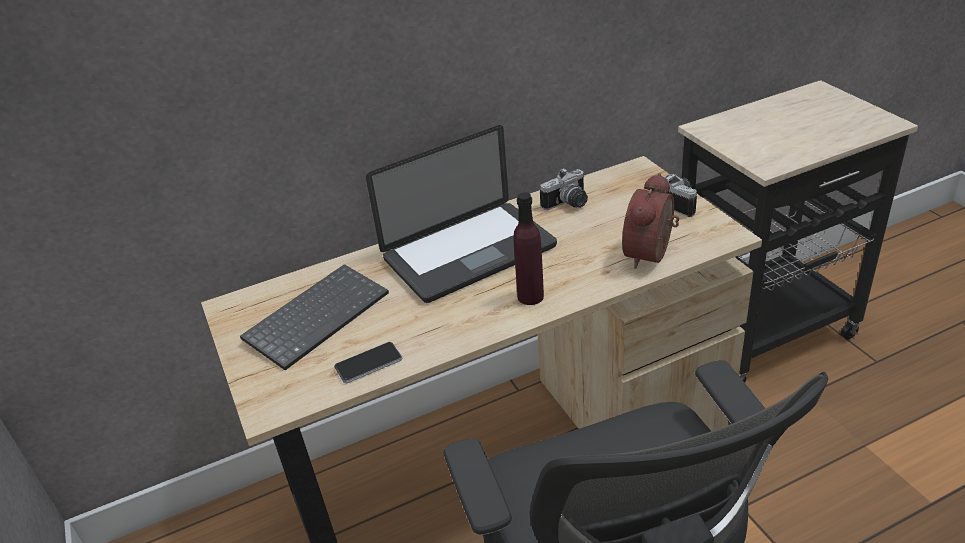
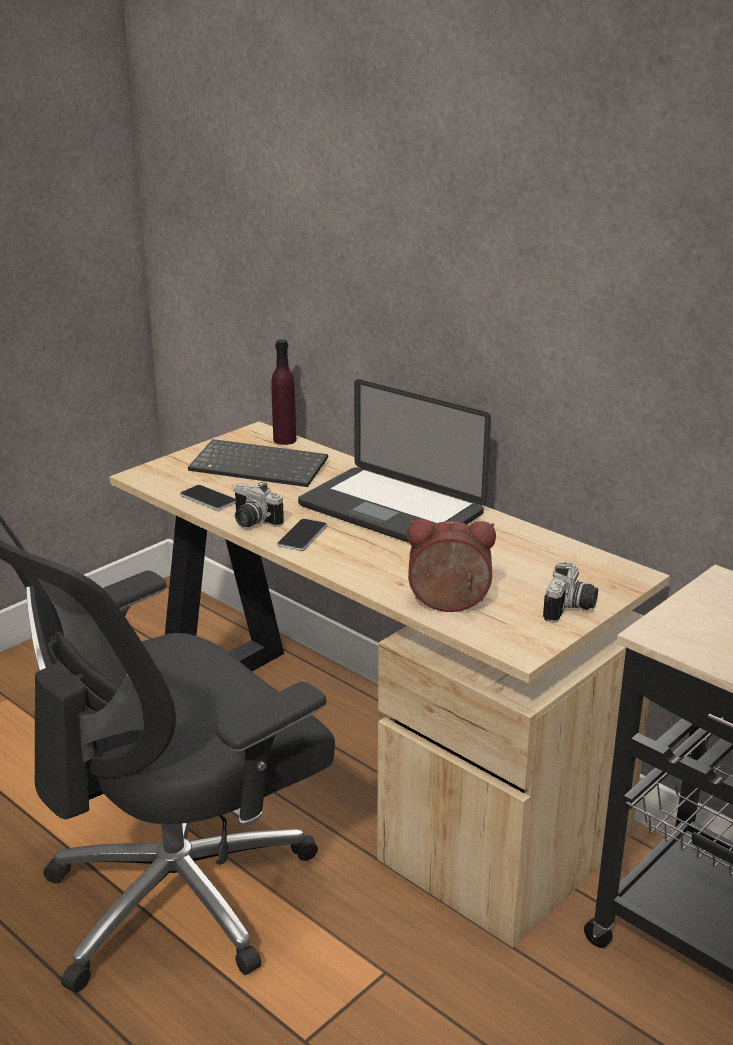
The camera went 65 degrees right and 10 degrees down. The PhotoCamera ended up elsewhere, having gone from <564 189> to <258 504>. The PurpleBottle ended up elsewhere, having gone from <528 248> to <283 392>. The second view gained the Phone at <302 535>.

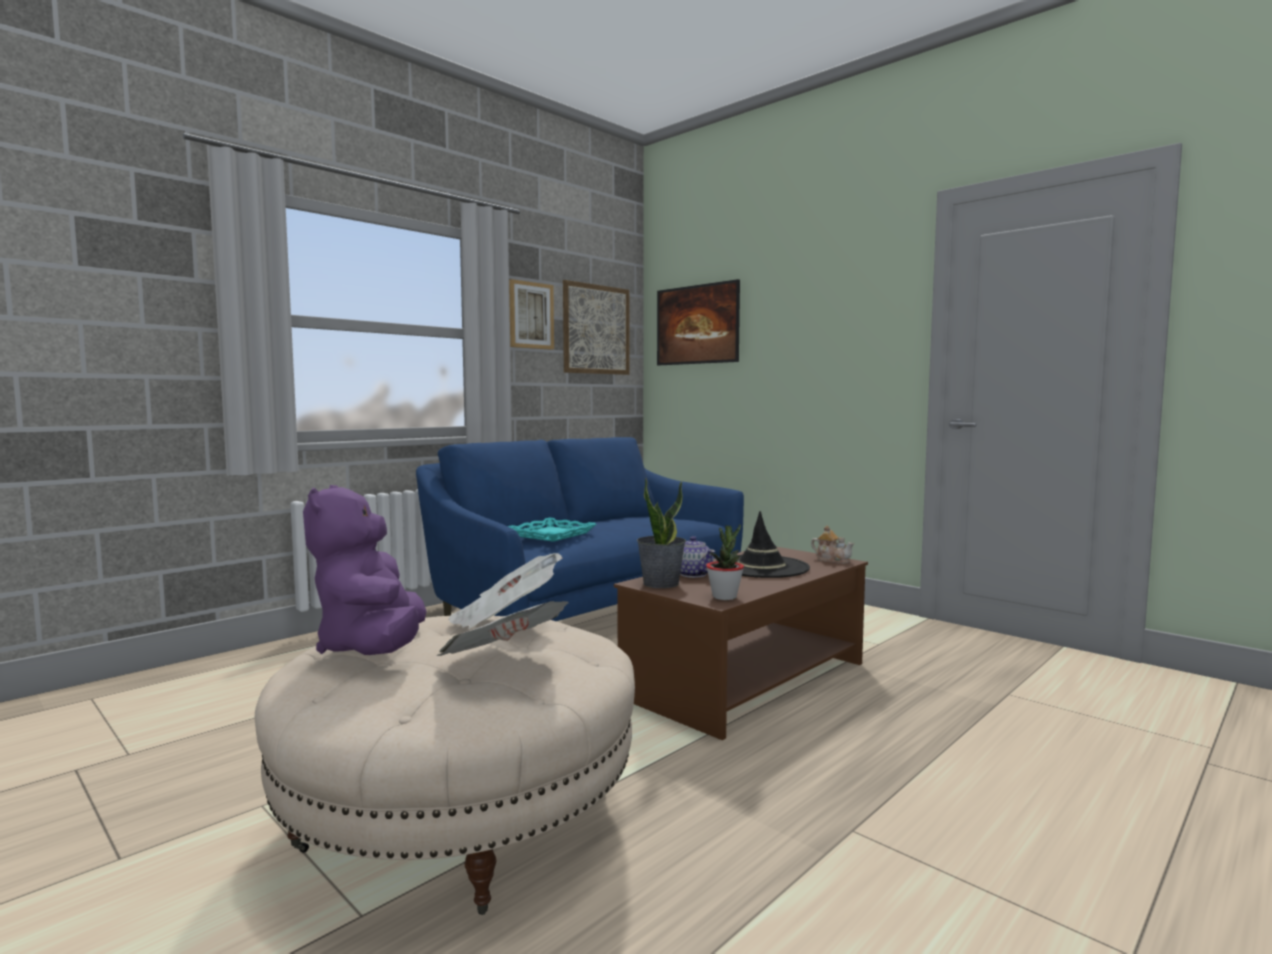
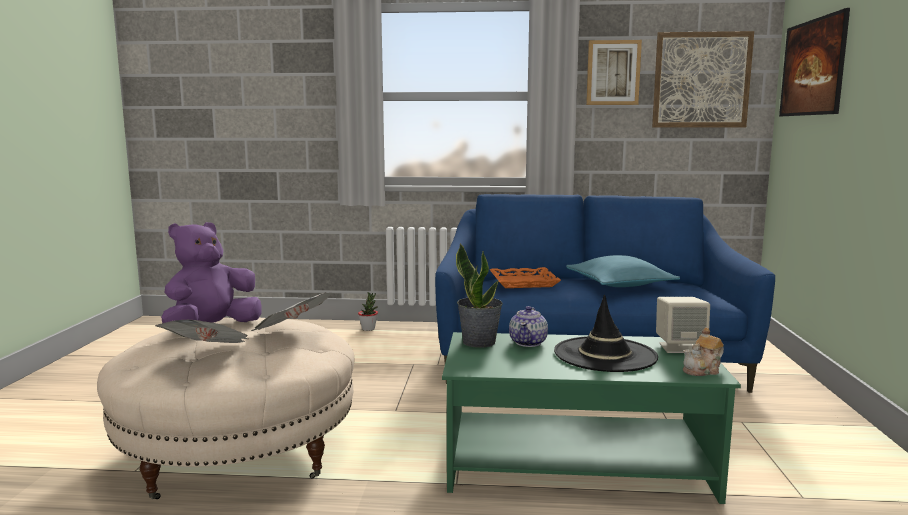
The camera went 50 degrees right and 5 degrees up. What was the TurquoiseTray at <552 530> turned into the OrangeTray at <525 277>. The PottedPlant ended up elsewhere, having gone from <725 562> to <368 311>. The Teapot at <832 544> ended up facing another way, 60 degrees clockwise from before. What was the BrownCoffeeTable at <741 643> turned into the GreenCoffeeTable at <591 418>. The second view gained the TurquoisePillow at <623 271>. The second view gained the BeigeSpeaker at <683 325>.

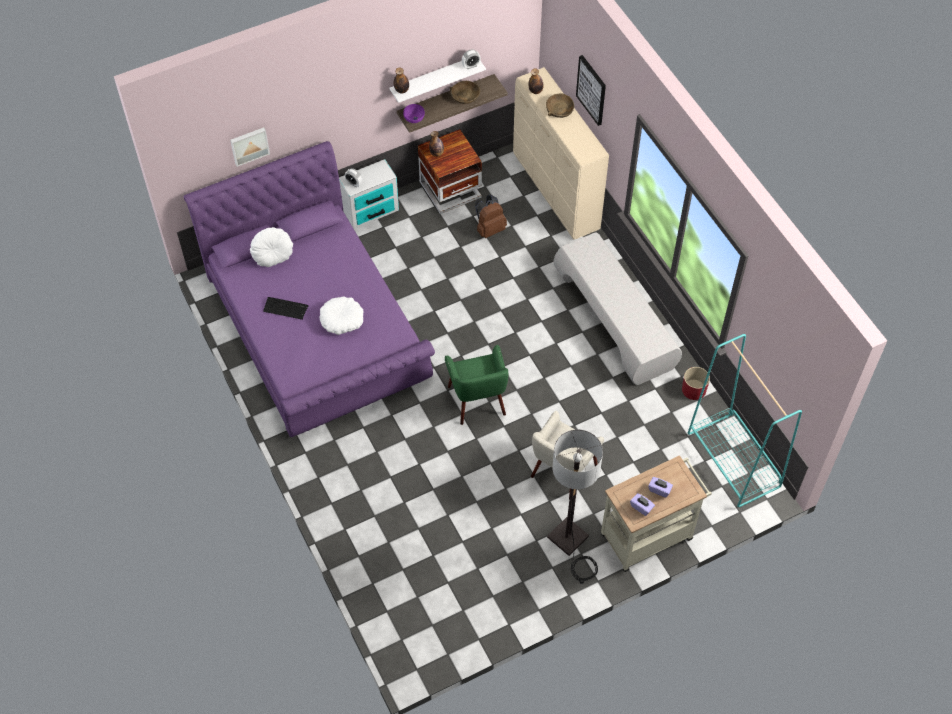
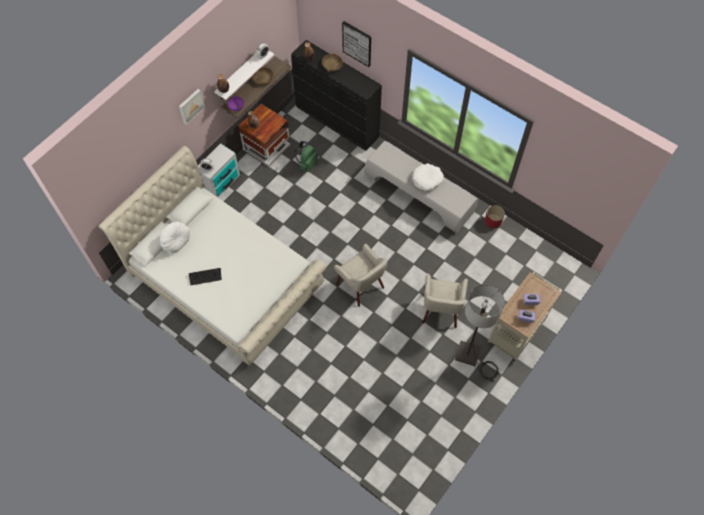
The camera went 25 degrees left and 5 degrees up. What was the BeigeDresser at <561 153> turned into the BlackDresser at <336 95>. The Picture ended up elsewhere, having gone from <250 147> to <192 107>. What was the PurpleBed at <309 289> turned into the BeigeBed at <212 255>. What was the BrownBackpack at <491 216> turned into the GreenBackpack at <306 156>. The WhitePillow ended up elsewhere, having gone from <342 316> to <428 177>. The second view lost the TurquoiseClothesRack at <745 420>. What was the GreenArmchair at <476 385> turned into the BeigeArmchair at <360 275>.

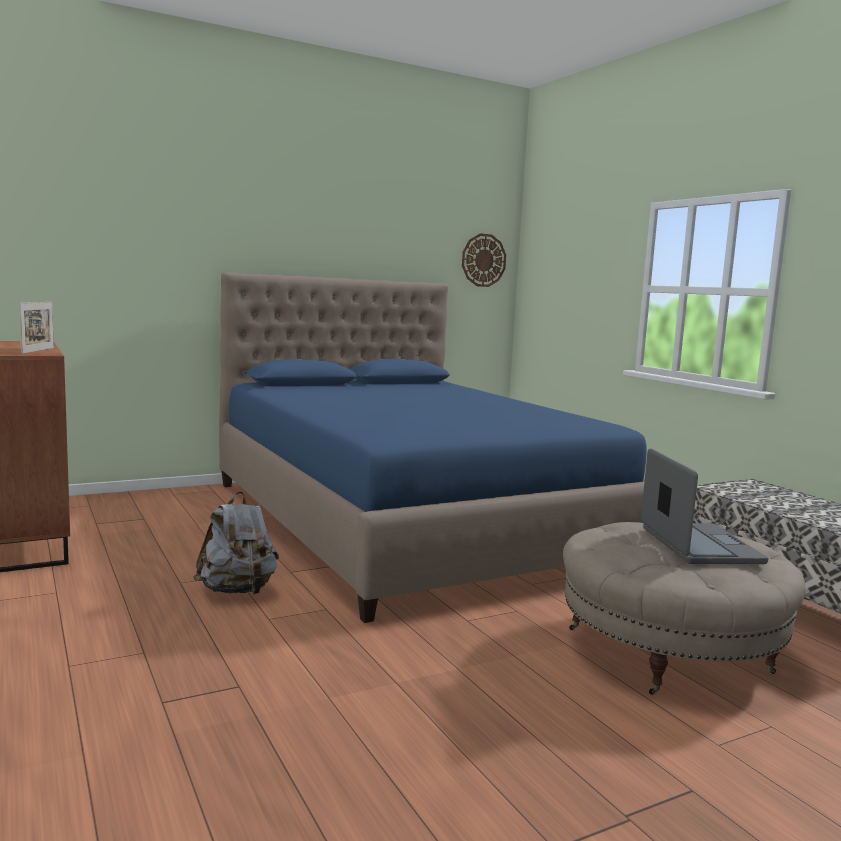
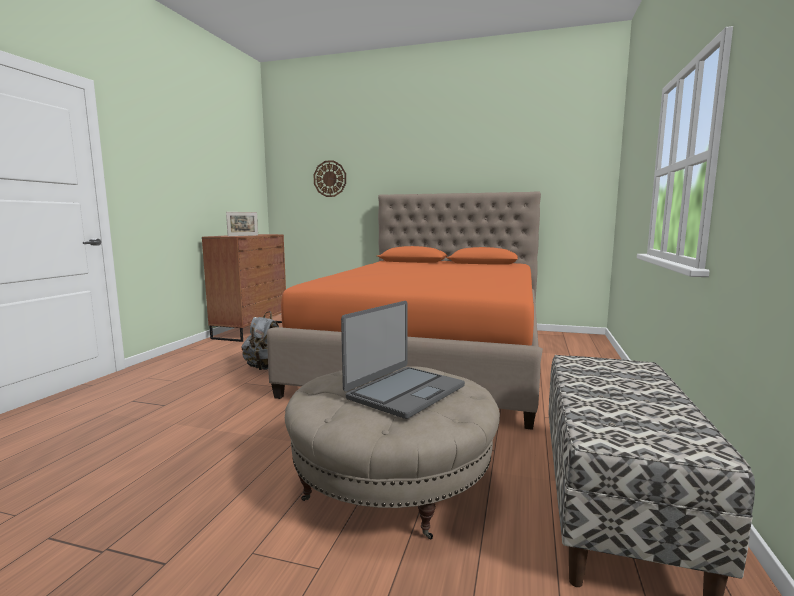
The camera went 45 degrees right and 0 degrees up. The WallClock ended up elsewhere, having gone from <484 260> to <330 178>. What was the BlueBed at <433 447> turned into the OrangeBed at <405 310>.

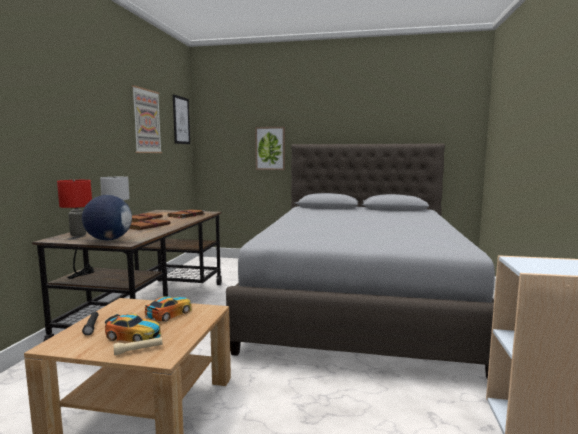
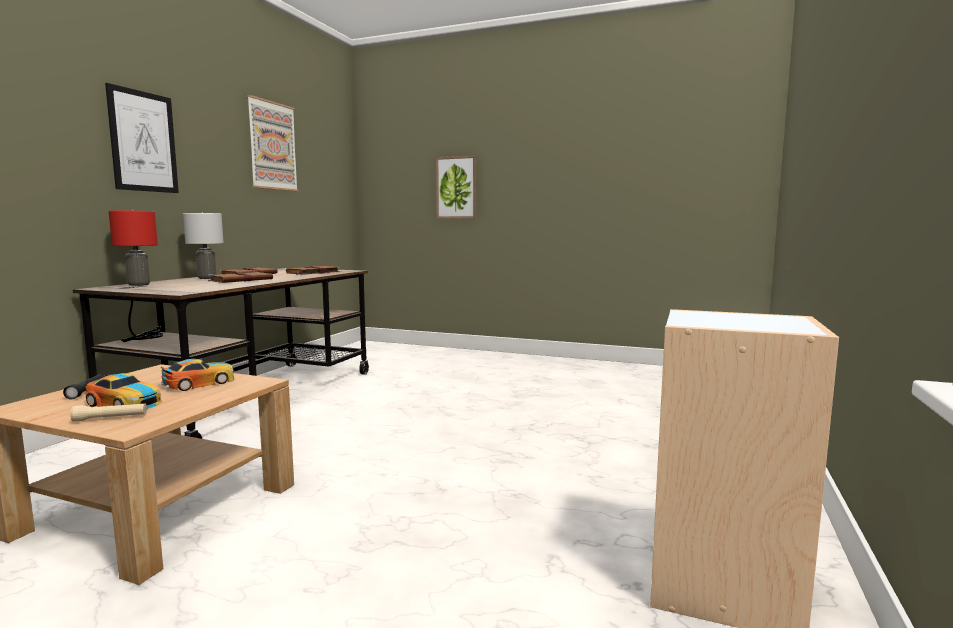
The camera went 10 degrees right and 0 degrees up. The Picture ended up elsewhere, having gone from <181 119> to <142 138>. The second view lost the GreyBed at <360 261>. The second view lost the Globe at <107 218>.

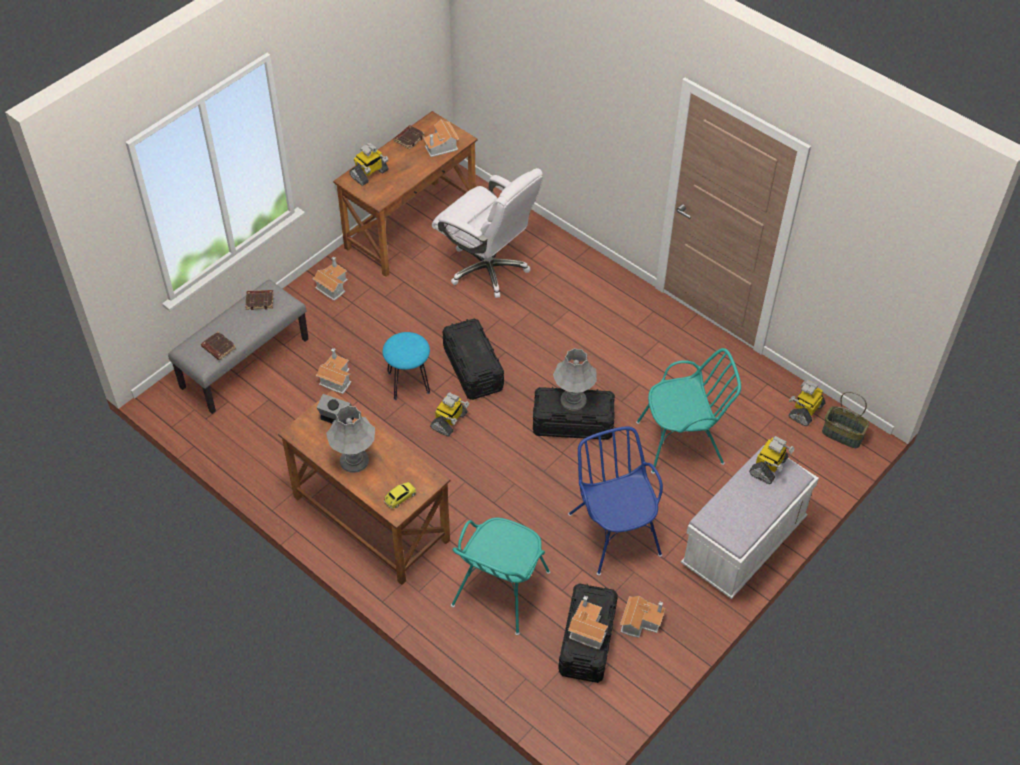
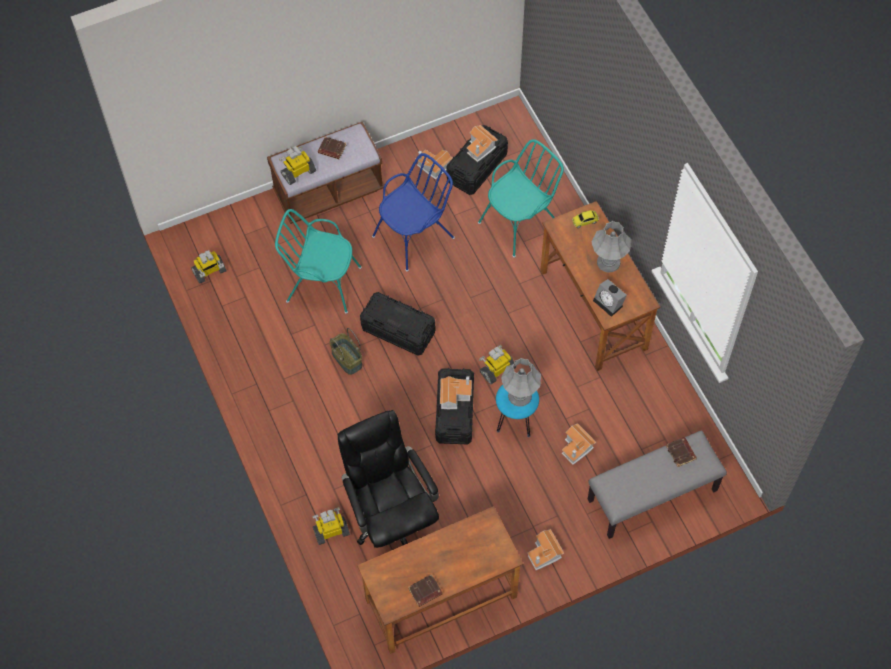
The camera went 155 degrees left and 10 degrees up. The ToyHouse ended up elsewhere, having gone from <441 138> to <456 392>. The ToyRobot ended up elsewhere, having gone from <369 164> to <331 526>. What was the WhiteOfficeChair at <487 233> turned into the BlackOfficeChair at <388 479>. The BrownBook ended up elsewhere, having gone from <259 300> to <332 148>. The GreyTableLamp ended up elsewhere, having gone from <575 379> to <521 382>. The Basket ended up elsewhere, having gone from <846 420> to <346 351>. The BlueChair at <615 501> ended up facing another way, 135 degrees counterclockwise from before. What was the WhiteBench at <750 522> turned into the BrownBench at <325 173>.

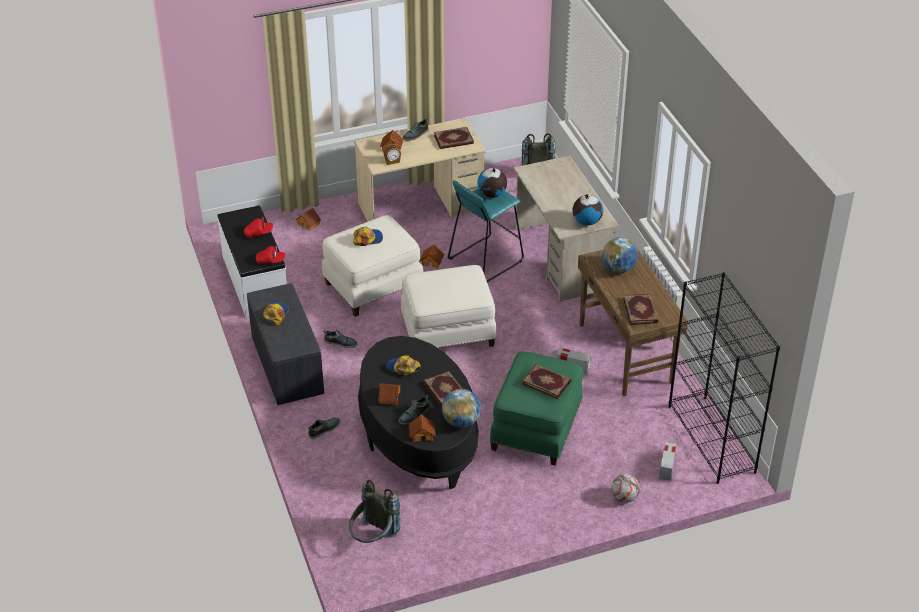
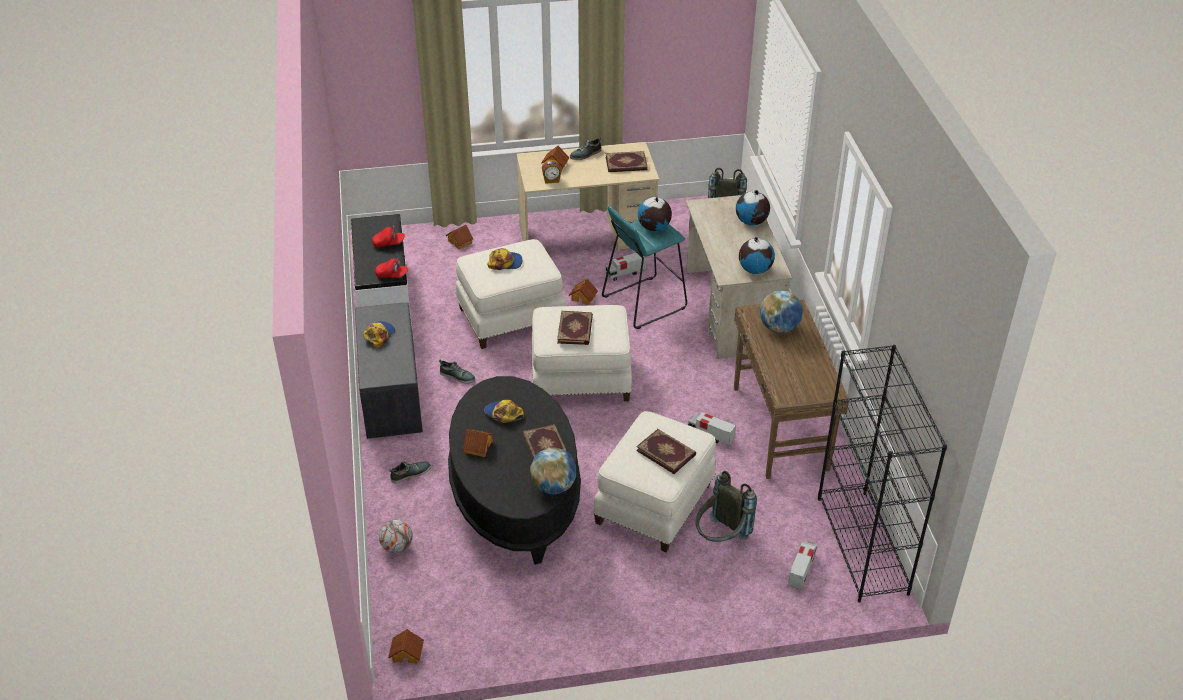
The camera went 10 degrees right and 0 degrees up. The Book ended up elsewhere, having gone from <641 309> to <575 328>. What was the GreenOttoman at <536 408> turned into the WhiteOttoman at <654 481>. The second view lost the Shoe at <414 410>. The ToyHouse ended up elsewhere, having gone from <422 428> to <406 646>. The Football ended up elsewhere, having gone from <625 488> to <396 536>. The GreyBackpack ended up elsewhere, having gone from <374 511> to <726 506>. The second view gained the Globe at <753 208>. The second view gained the ToyTruck at <626 267>.

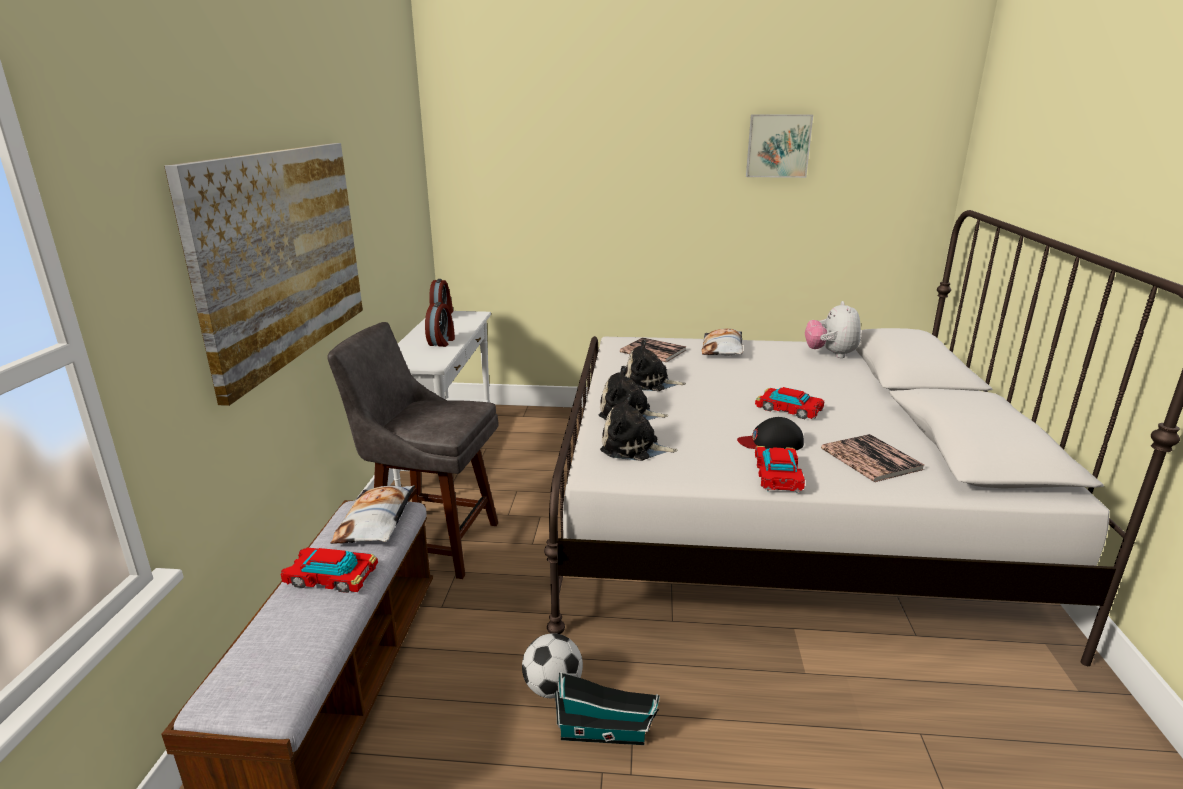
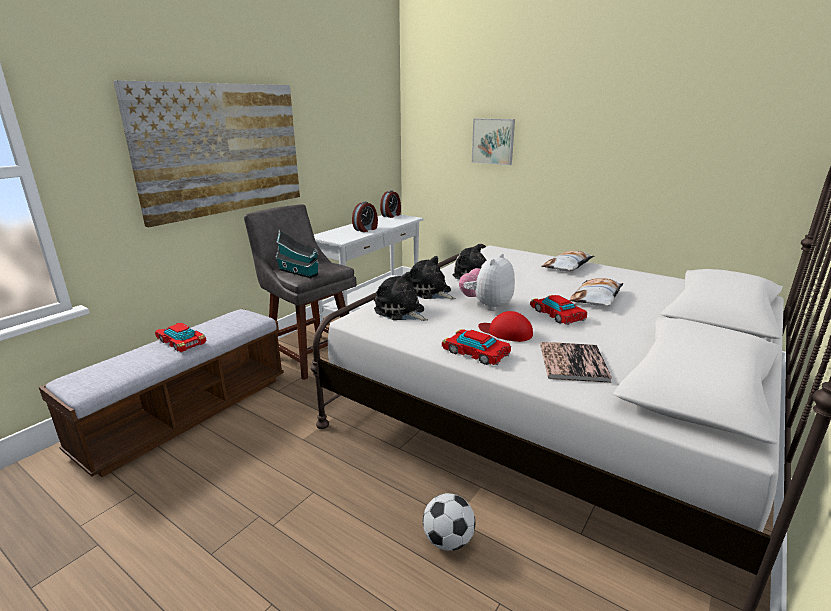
The camera went 30 degrees right and 0 degrees up. The Picture ended up elsewhere, having gone from <779 146> to <493 141>. The PlushToy ended up elsewhere, having gone from <833 329> to <487 282>. The second view lost the Book at <653 349>. What was the BlackCap at <770 433> turned into the RedCap at <505 326>. The ToyCar at <780 469> ended up facing another way, 90 degrees counterclockwise from before. The Pillow ended up elsewhere, having gone from <372 514> to <597 292>. The Football ended up elsewhere, having gone from <552 665> to <449 522>. The ToyHouse ended up elsewhere, having gone from <607 708> to <297 254>.

